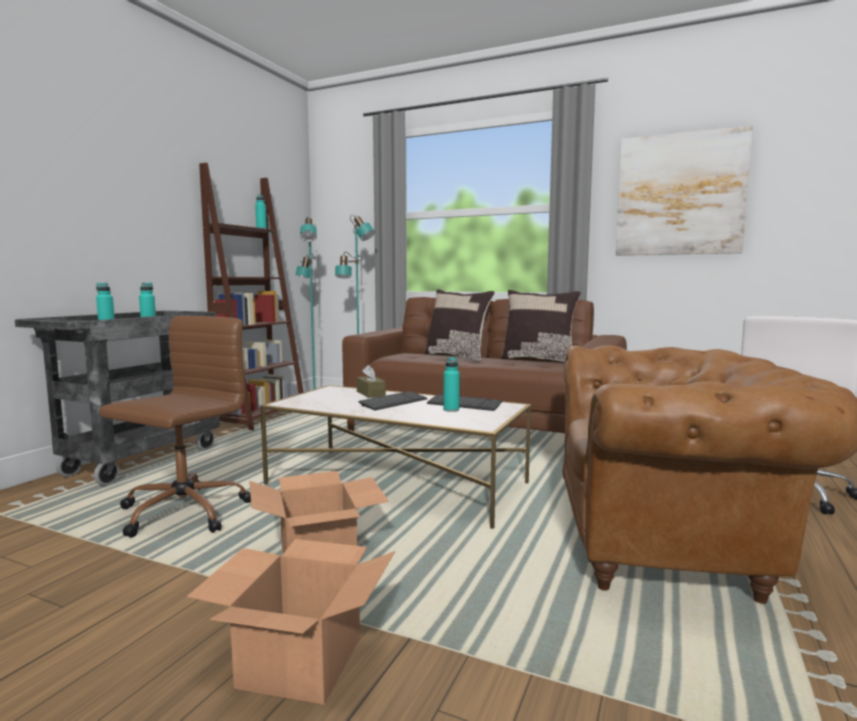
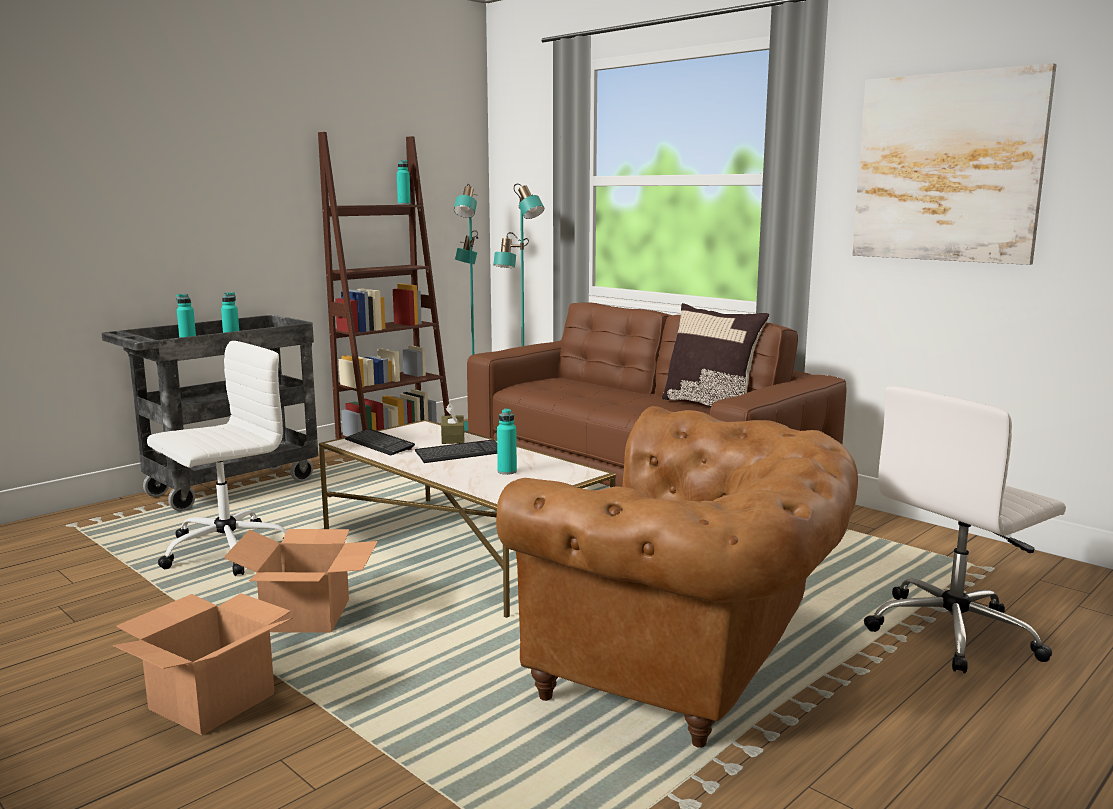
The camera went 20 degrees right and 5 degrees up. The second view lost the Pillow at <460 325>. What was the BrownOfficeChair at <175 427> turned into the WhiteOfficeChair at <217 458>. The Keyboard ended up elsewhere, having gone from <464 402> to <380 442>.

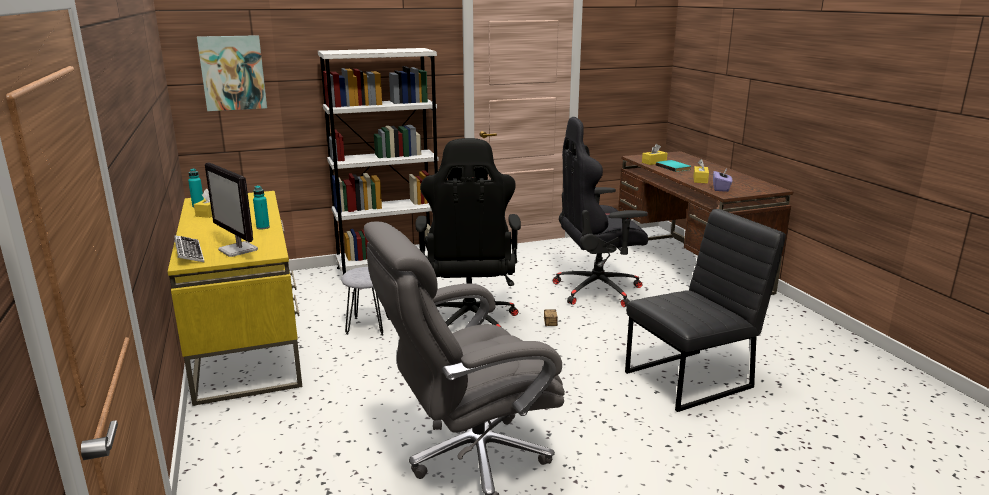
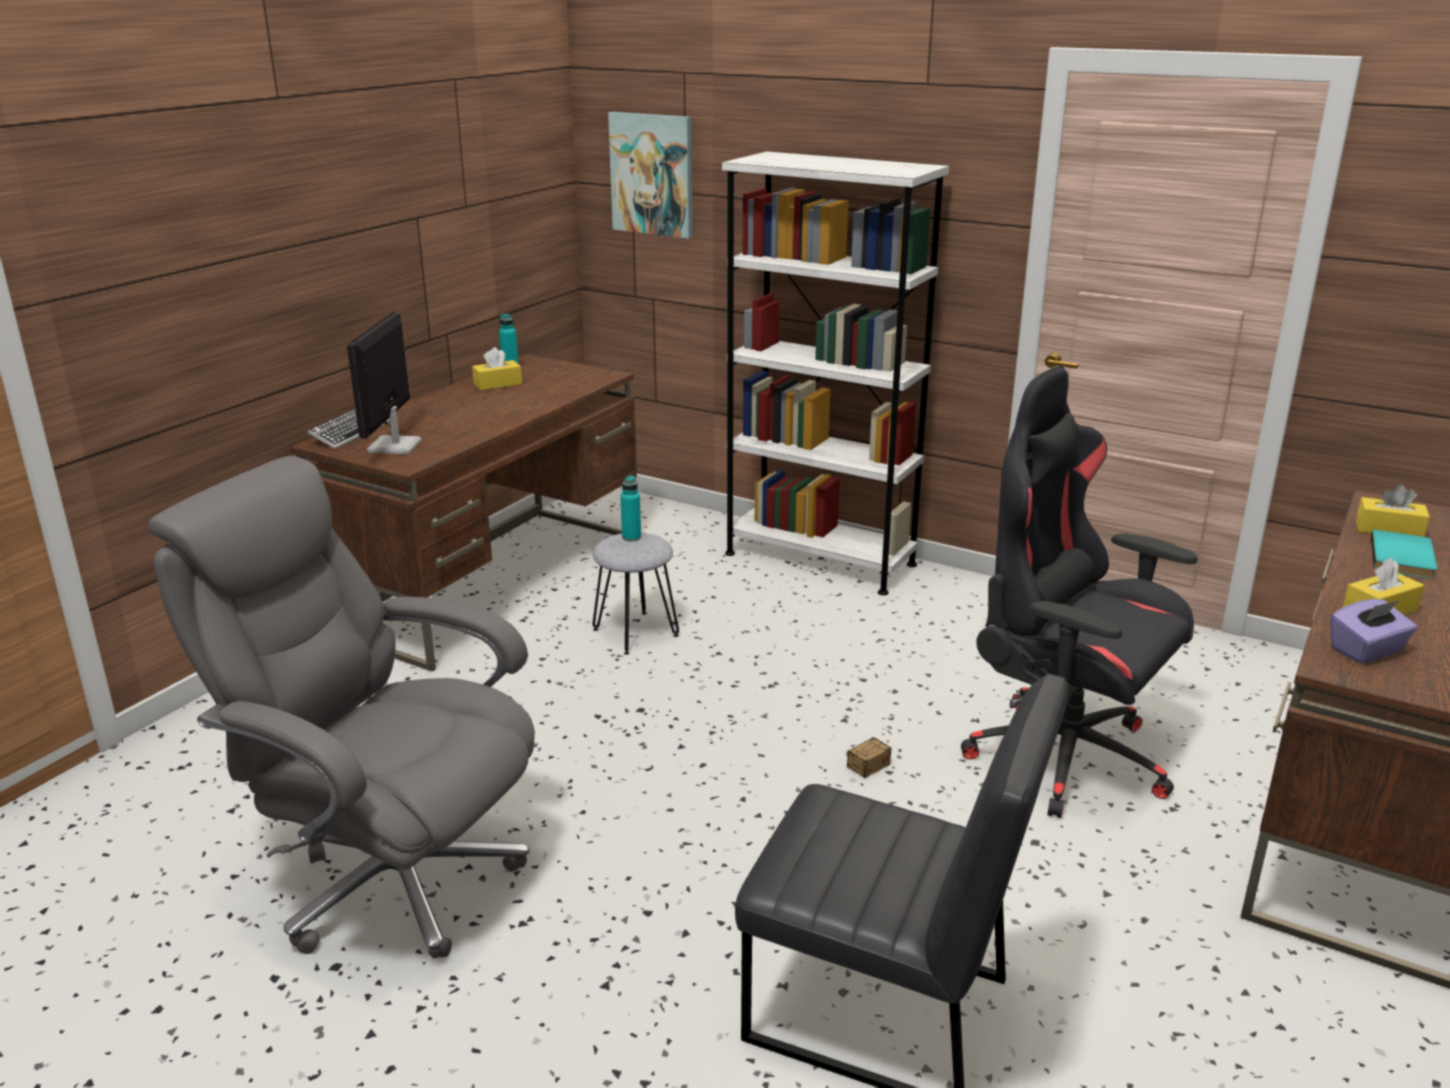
The camera went 50 degrees right and 5 degrees up. The second view lost the BlackOfficeChair at <468 233>. The TurquoiseBottle ended up elsewhere, having gone from <261 207> to <630 508>. What was the YellowDesk at <235 298> turned into the BrownDesk at <463 512>.

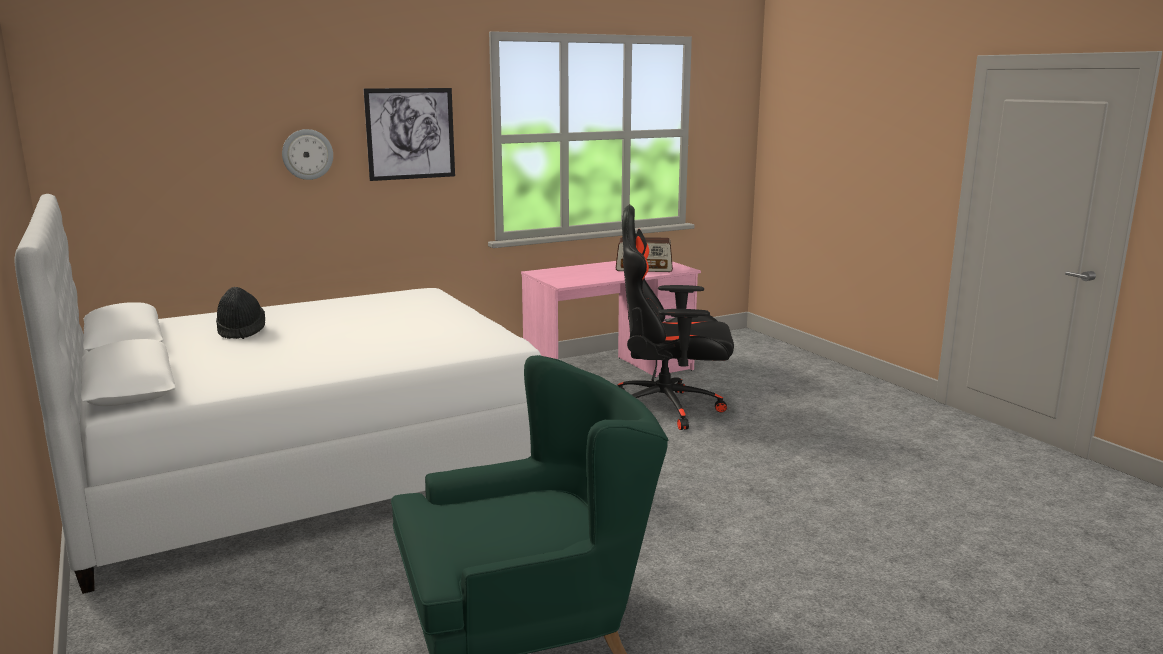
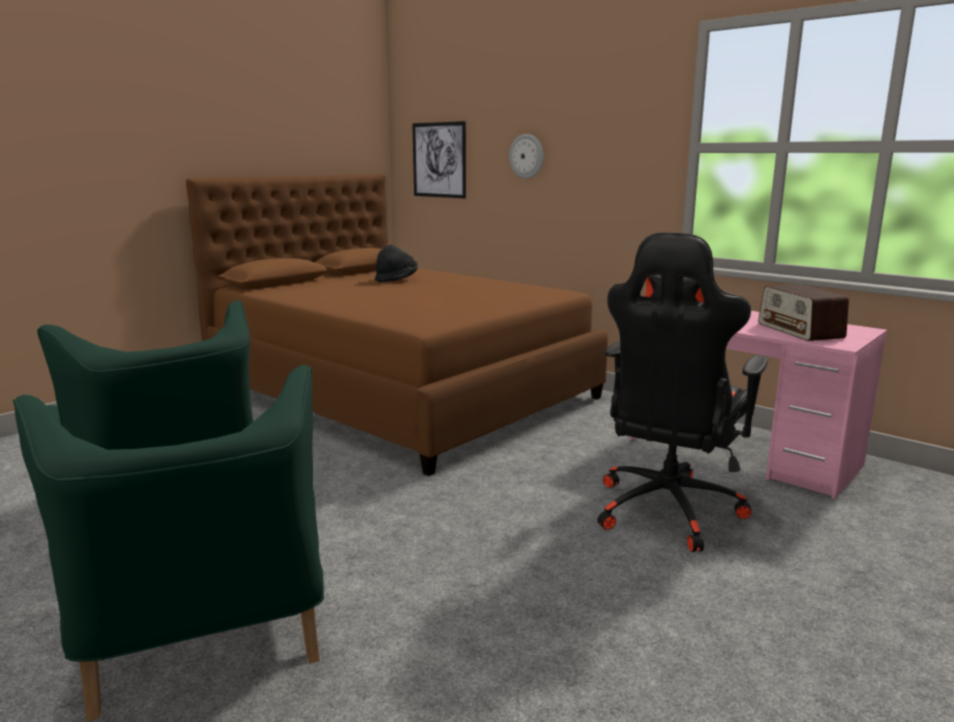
The camera went 70 degrees right and 0 degrees up. The Picture ended up elsewhere, having gone from <409 134> to <439 159>. What was the WhiteBed at <277 394> turned into the BrownBed at <397 325>. The BlackOfficeChair at <675 317> ended up facing another way, 135 degrees counterclockwise from before. The second view gained the GreenArmchair at <168 543>.

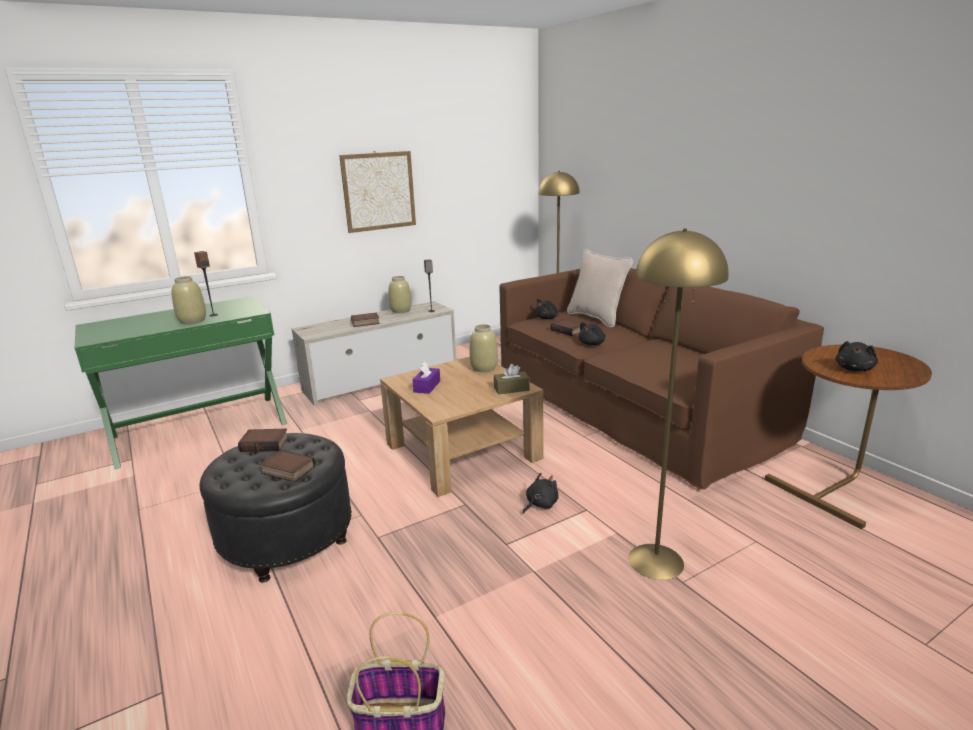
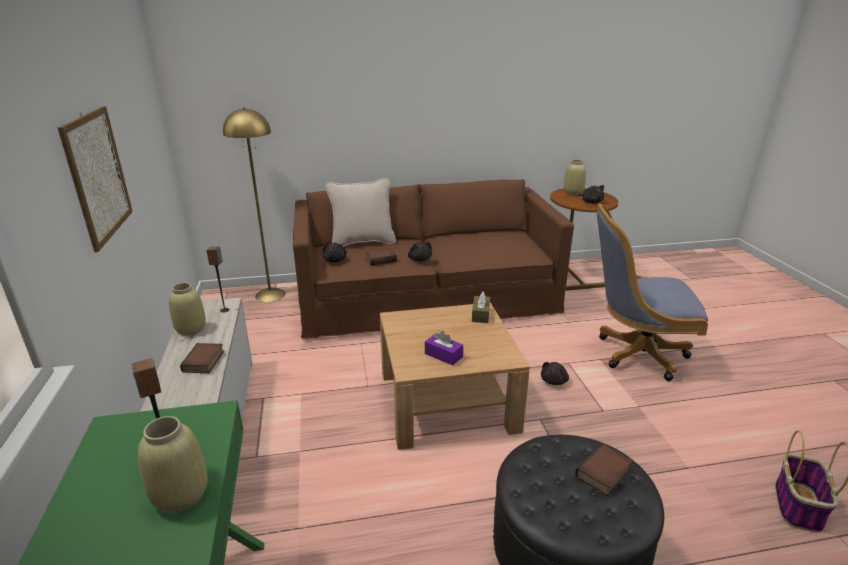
The camera went 70 degrees left and 5 degrees up. Where the YellowFloorLamp stood at <678 404>, the BlueOfficeChair came to stand at <652 292>. The BeigeVase ended up elsewhere, having gone from <484 348> to <575 177>. The second view lost the Book at <263 440>. The BlackPlushToy at <540 493> ended up facing another way, 120 degrees counterclockwise from before.

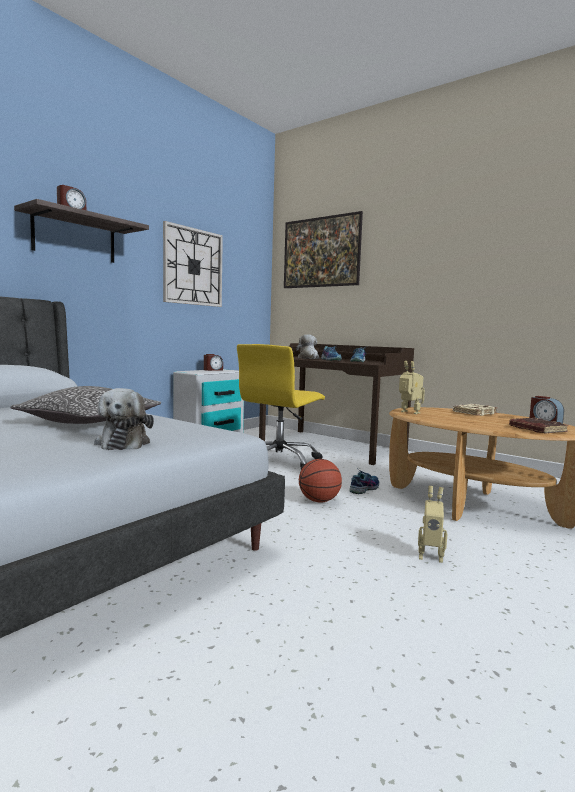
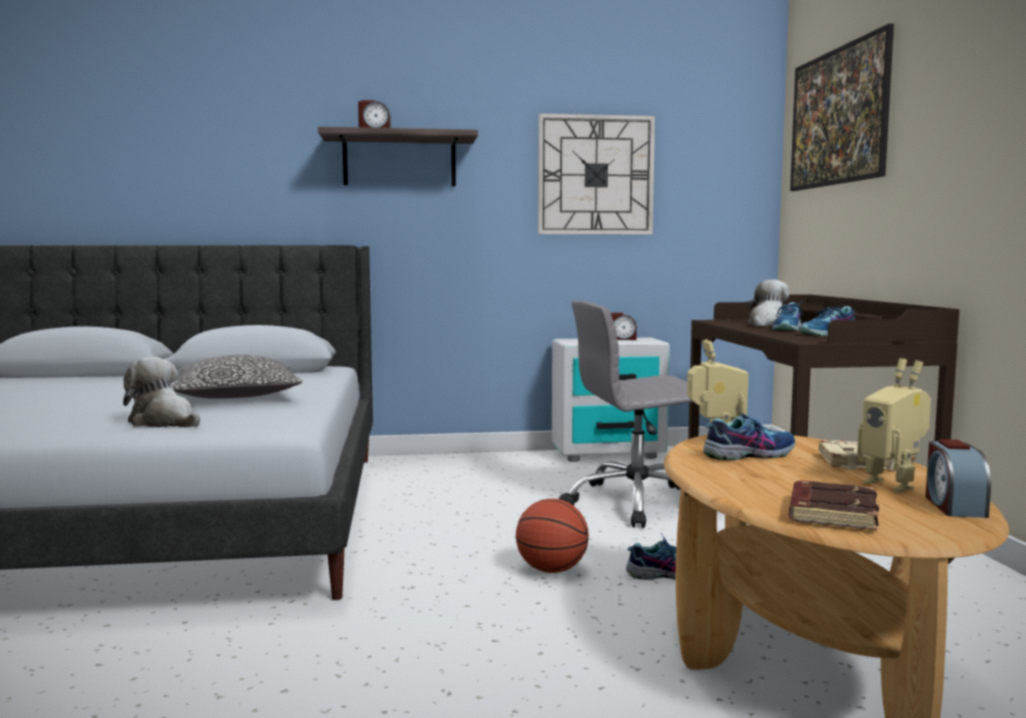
The camera went 45 degrees right and 0 degrees up. What was the YellowOfficeChair at <281 407> turned into the GreyOfficeChair at <626 414>. The PlushToy at <124 419> ended up facing another way, 90 degrees clockwise from before. The ToyRobot ended up elsewhere, having gone from <432 524> to <894 425>. The second view gained the Shoe at <749 434>.

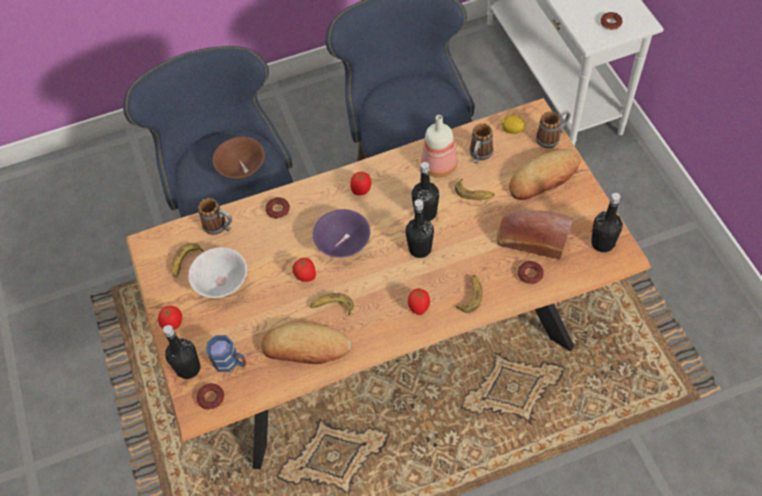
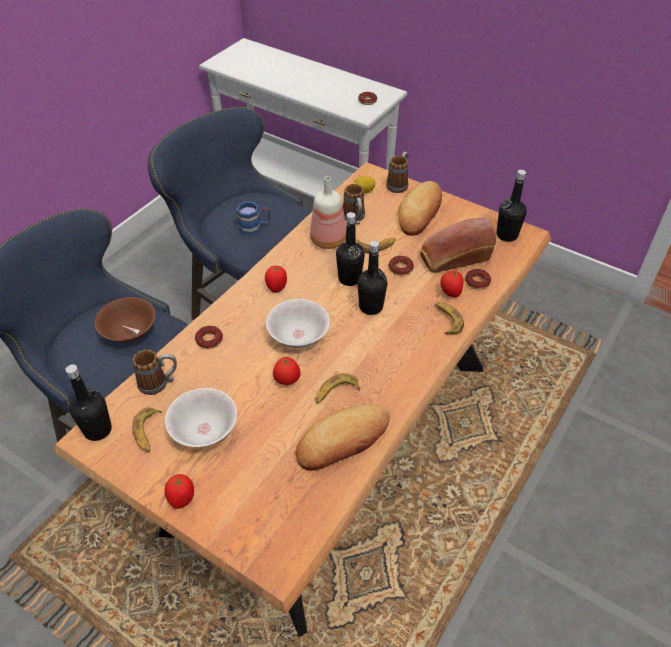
The camera went 40 degrees left and 10 degrees down. What was the PurpleBowl at <341 233> turned into the WhiteBowl at <298 323>. The Tomato ended up elsewhere, having gone from <419 302> to <451 284>. The BlackBottle ended up elsewhere, having gone from <181 352> to <88 402>. The BlueMug ended up elsewhere, having gone from <226 353> to <253 218>. The Donut ended up elsewhere, having gone from <210 397> to <401 266>.

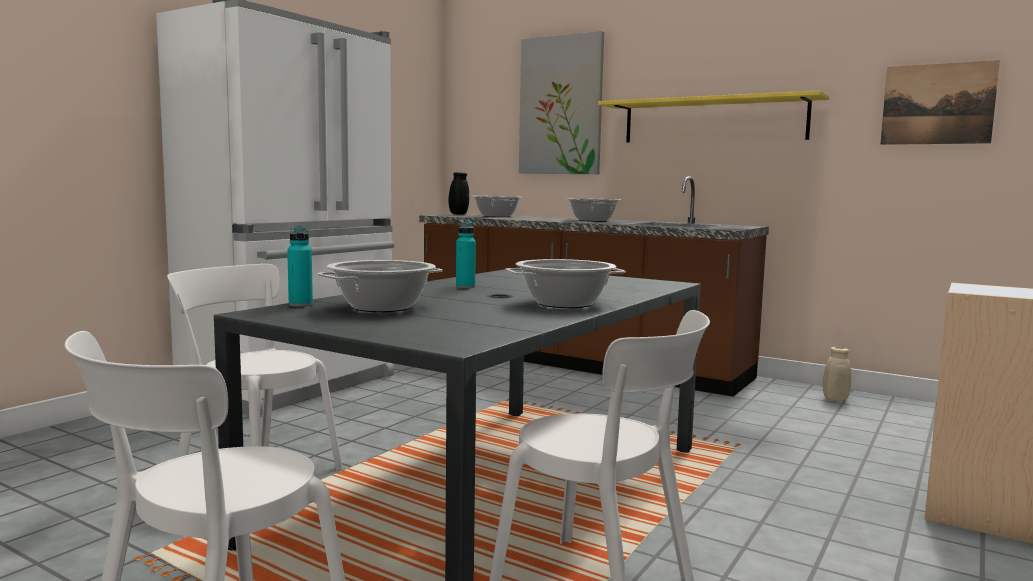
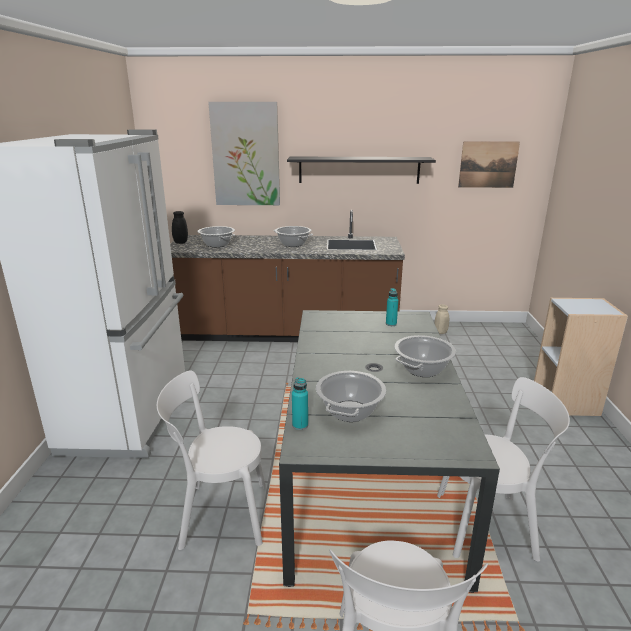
The camera went 30 degrees left and 15 degrees up. What was the YellowShelf at <713 116> turned into the BlackShelf at <361 170>. The TurquoiseBottle ended up elsewhere, having gone from <466 255> to <392 307>.

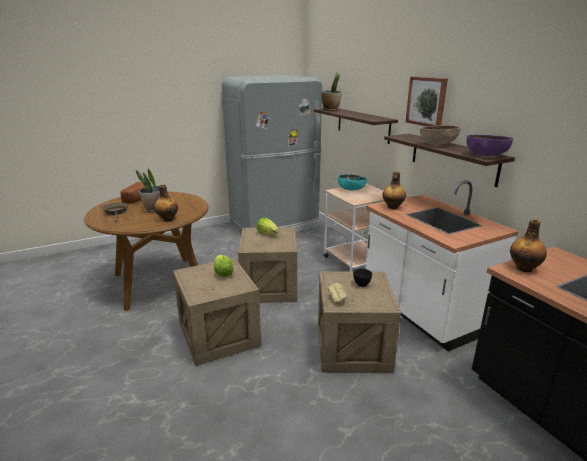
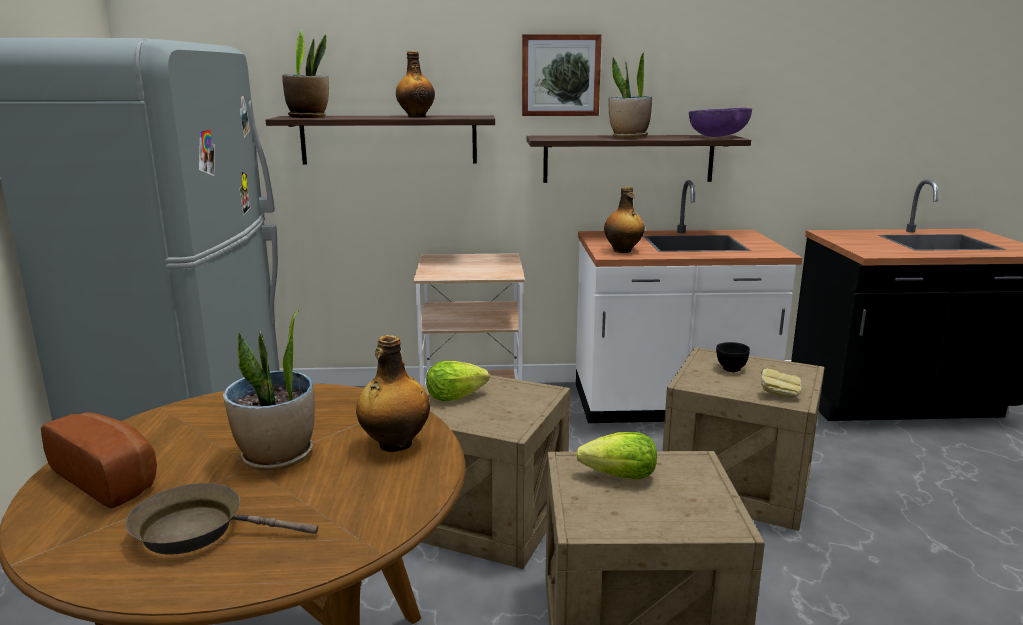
The camera went 65 degrees left and 5 degrees down. Where the BrownBowl stood at <440 135>, the PottedPlant came to stand at <630 95>. The second view lost the TurquoiseBowl at <352 182>. The Bottle ended up elsewhere, having gone from <528 245> to <415 84>.

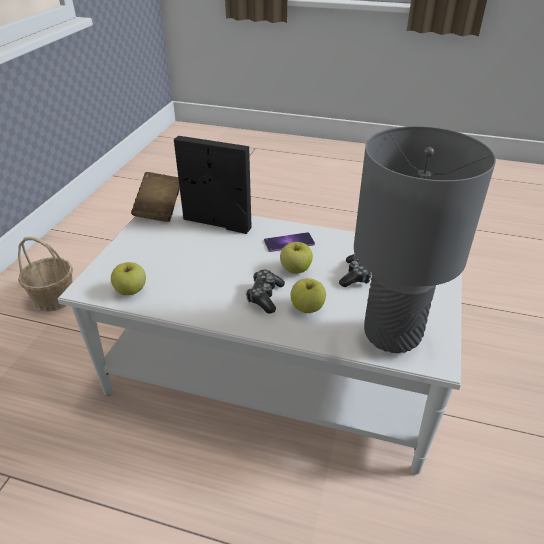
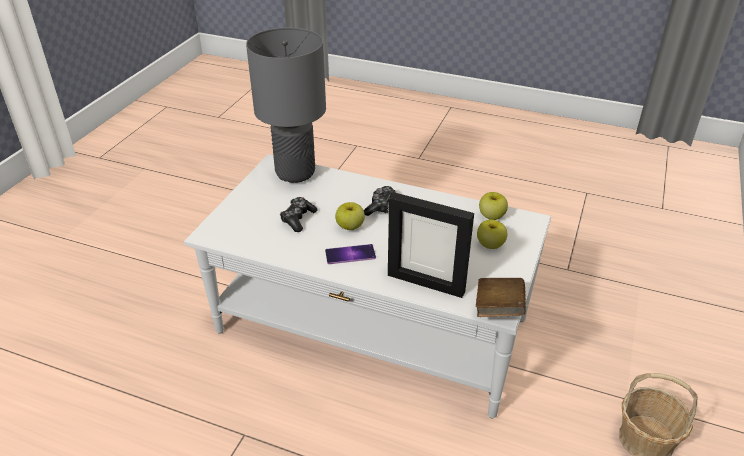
The camera went 175 degrees left and 0 degrees up. The Apple ended up elsewhere, having gone from <308 295> to <492 234>.

